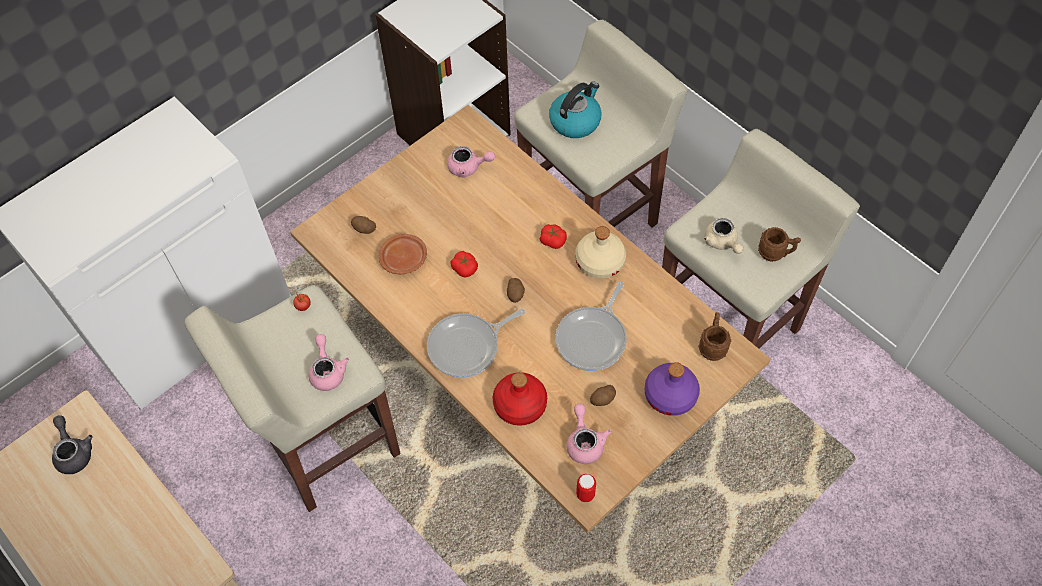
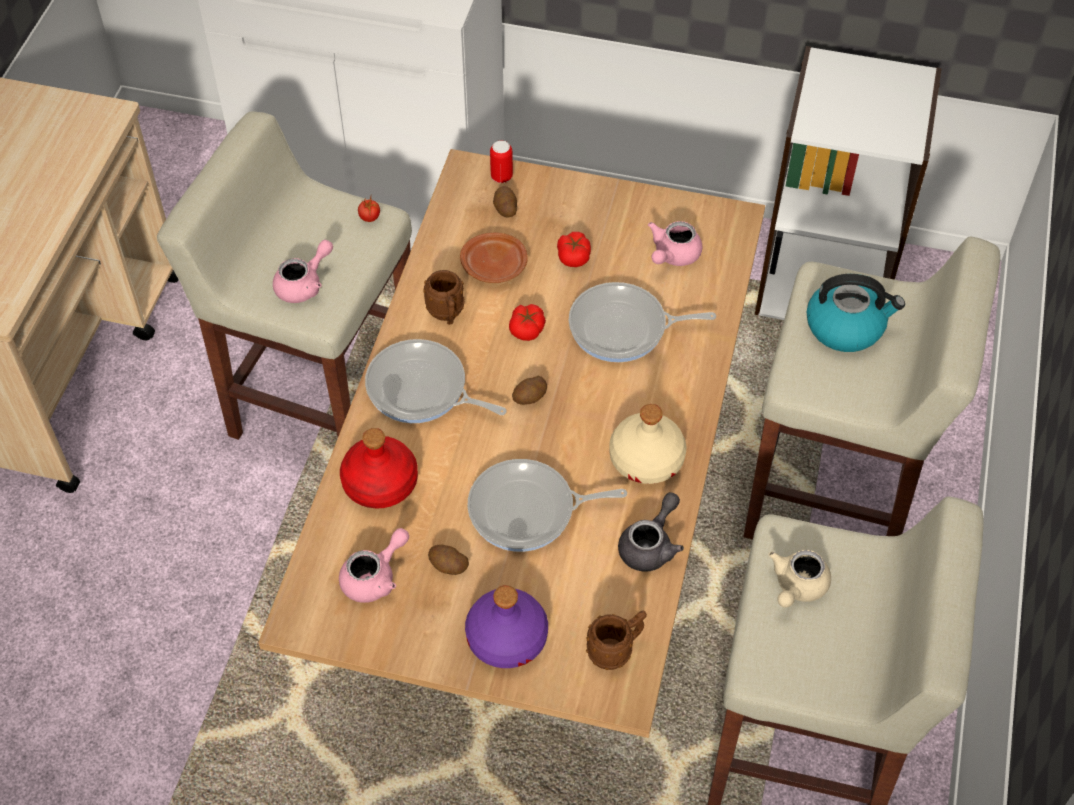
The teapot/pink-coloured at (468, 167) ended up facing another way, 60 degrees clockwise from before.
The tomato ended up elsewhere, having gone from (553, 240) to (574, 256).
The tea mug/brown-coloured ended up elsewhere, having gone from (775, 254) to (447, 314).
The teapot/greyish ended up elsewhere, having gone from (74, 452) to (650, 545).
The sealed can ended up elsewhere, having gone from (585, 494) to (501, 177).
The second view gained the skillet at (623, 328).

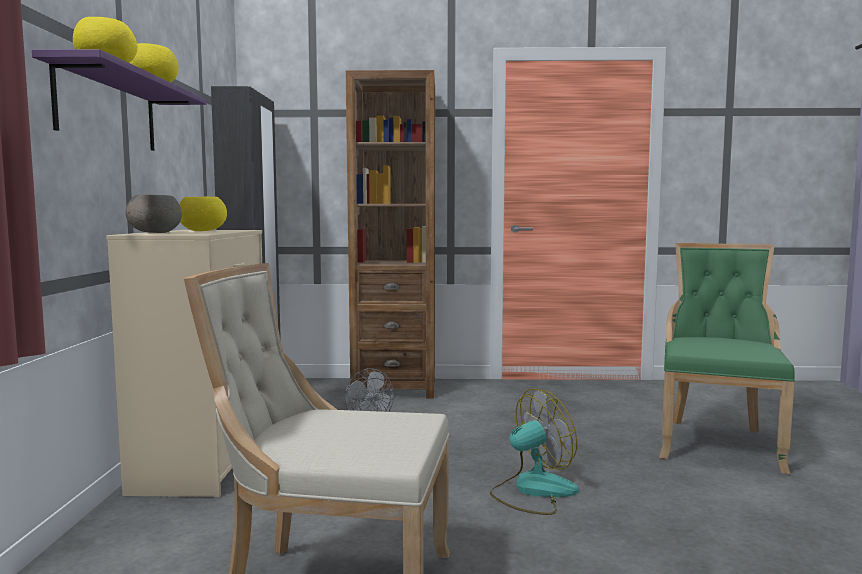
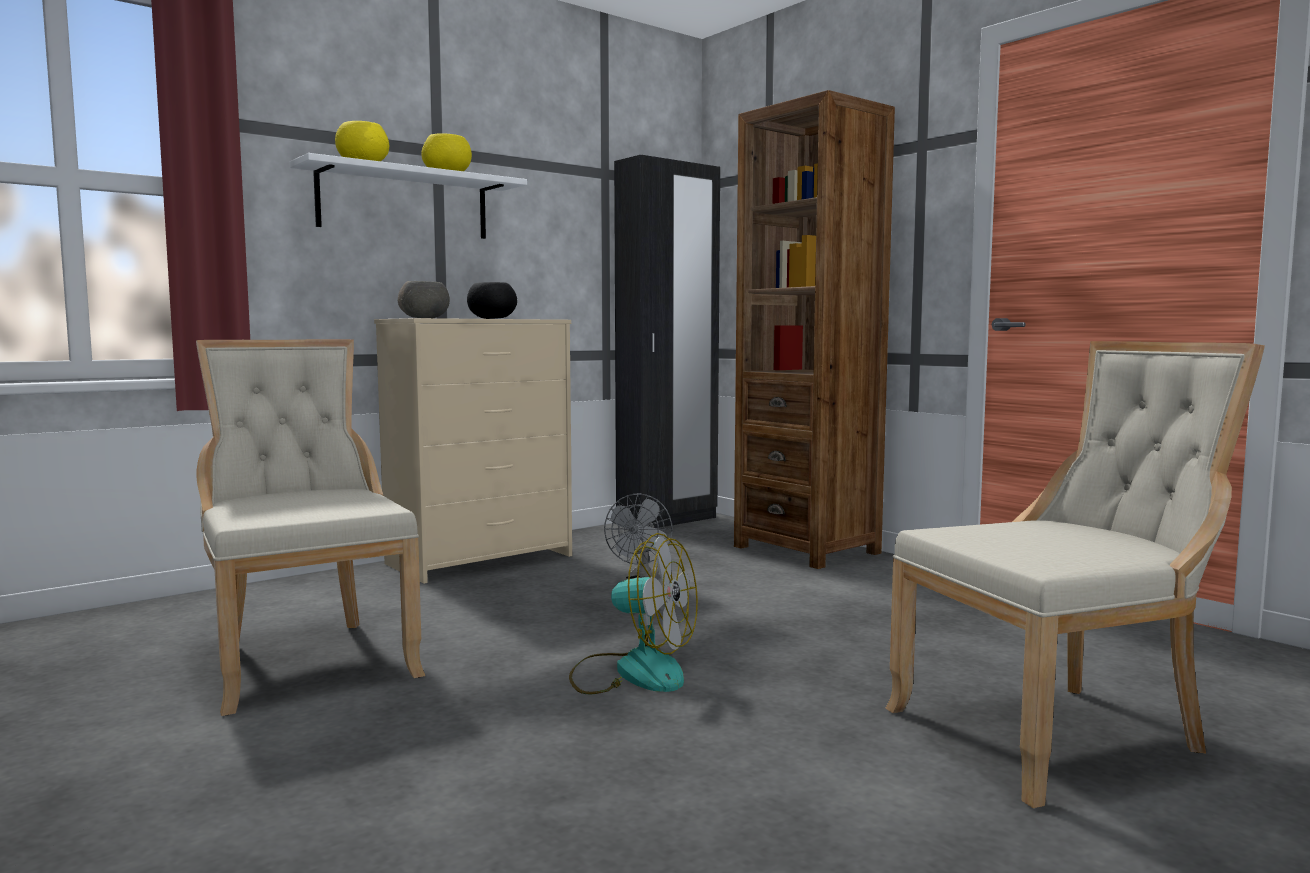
What was the shelf/purplish at (108, 110) turned into the shelf/whitish at (404, 203).
What was the serving bowl/yellow at (202, 231) turned into the serving bowl/black-coloured at (491, 318).
What was the chair/green at (718, 443) turned into the chair/beige-coloured at (1057, 734).

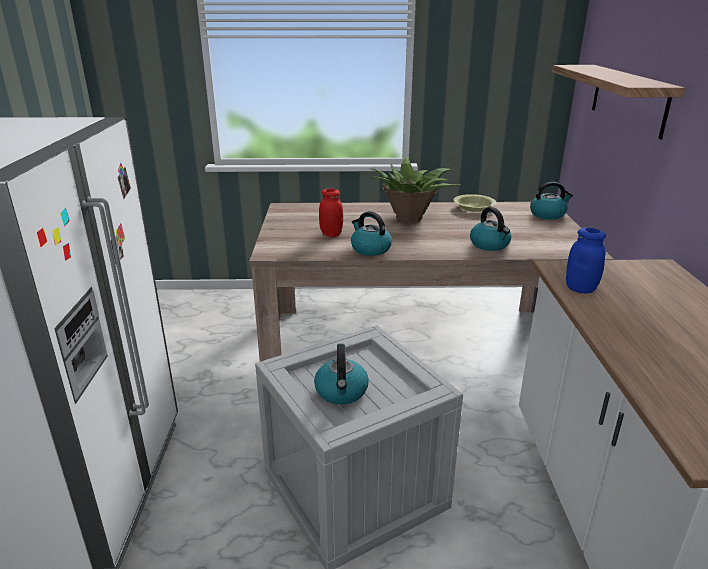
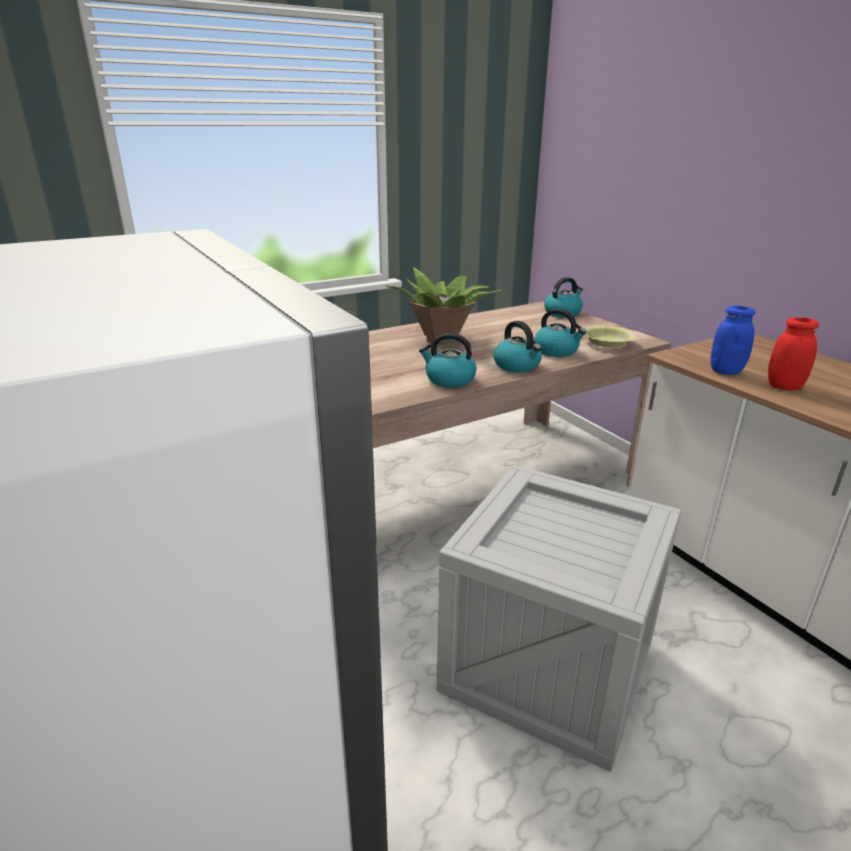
The second view lost the shelf at (628, 99).
The preserve jar/reddish ended up elsewhere, having gone from (331, 234) to (784, 386).
The serving bowl/yellow ended up elsewhere, having gone from (474, 208) to (607, 343).
The kettle ended up elsewhere, having gone from (341, 392) to (517, 366).

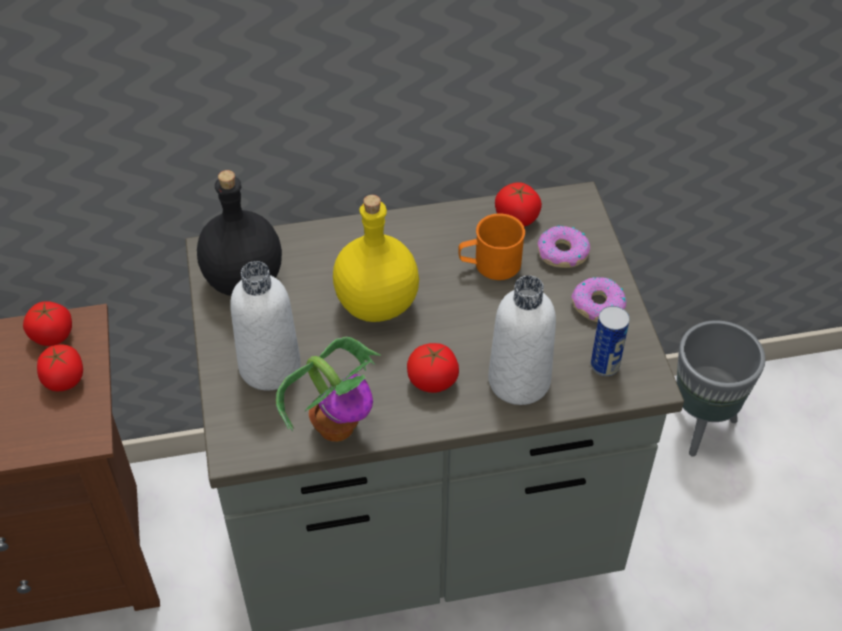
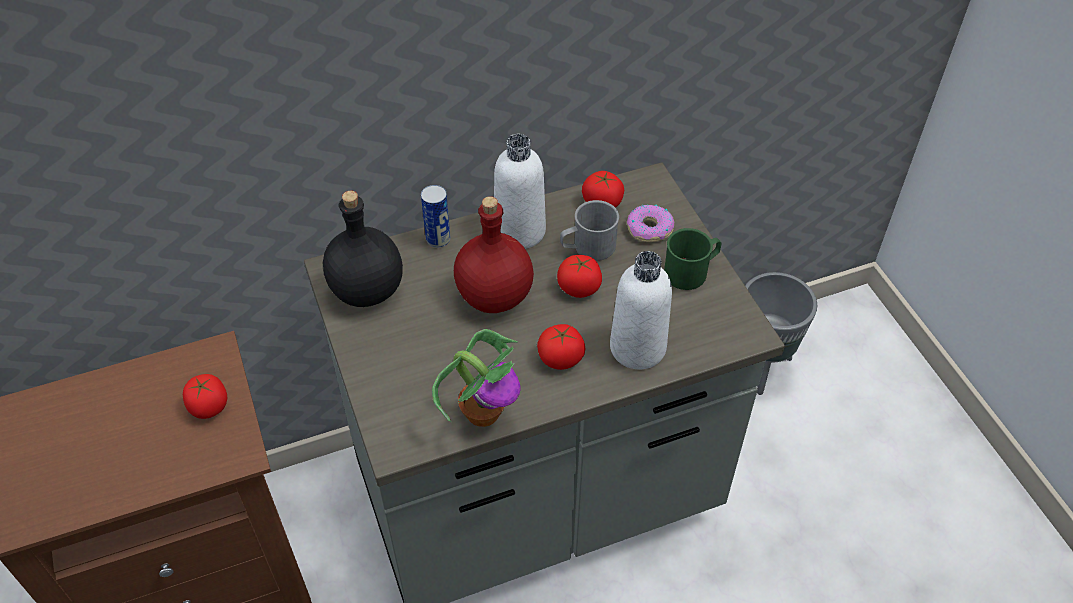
What was the bottle/yellow at (375, 304) turned into the bottle/reddish at (493, 296).
What was the tea mug/orange-coloured at (490, 264) turned into the tea mug/greyish at (588, 247).
The bottle/whitish ended up elsewhere, having gone from (270, 367) to (519, 231).
Where the doughnut stood at (598, 305), the tea mug/green came to stand at (691, 271).
The tomato ended up elsewhere, having gone from (52, 335) to (579, 288).
The sealed can ended up elsewhere, having gone from (605, 365) to (438, 239).

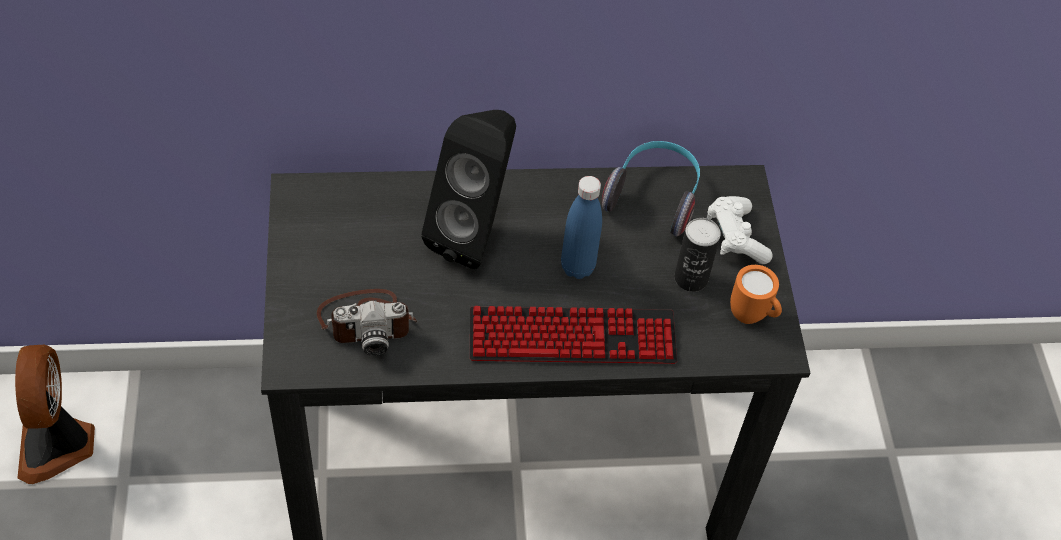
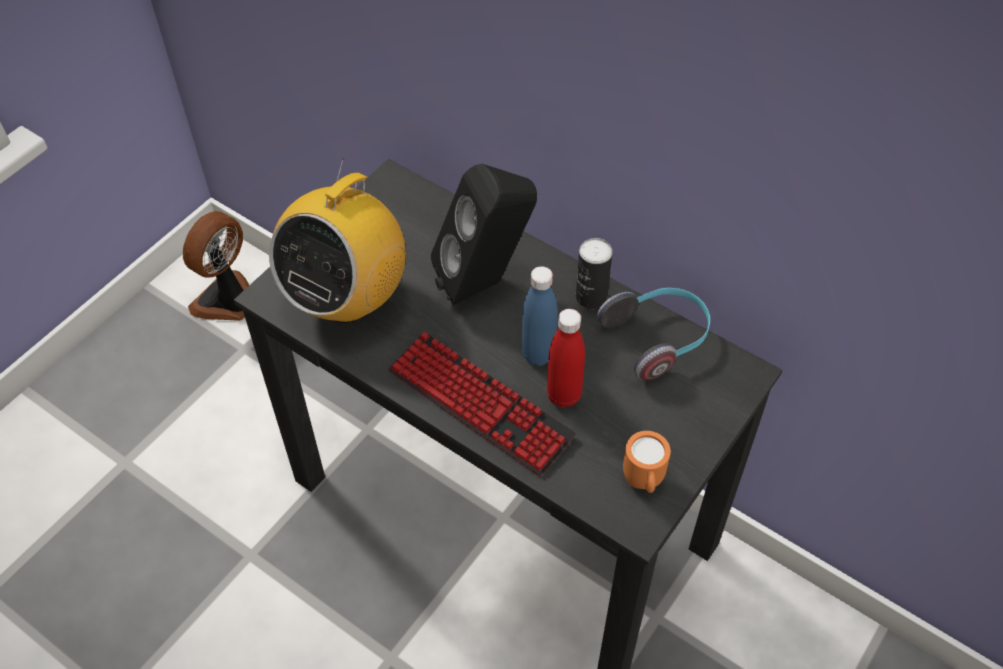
The second view lost the gamepad/whitish at (735, 238).
The sealed can ended up elsewhere, having gone from (691, 278) to (591, 297).
Where the photo camera stood at (367, 321), the radio set came to stand at (347, 297).
The second view gained the bottle/reddish at (564, 395).

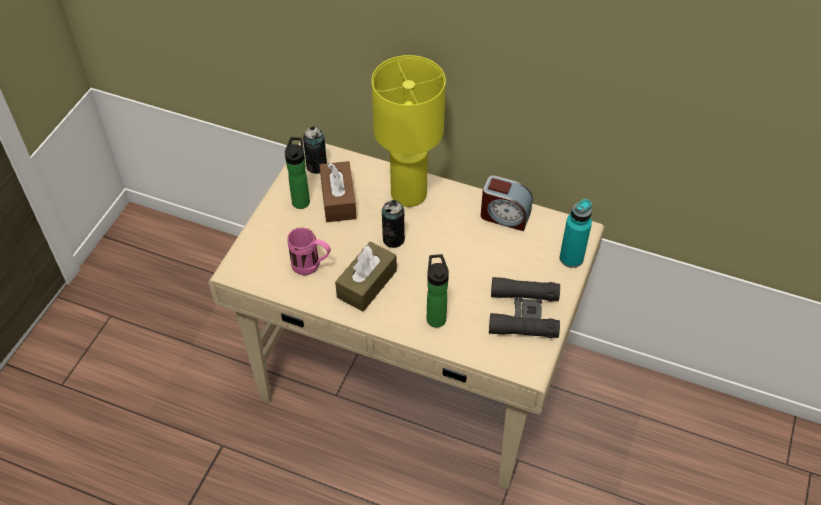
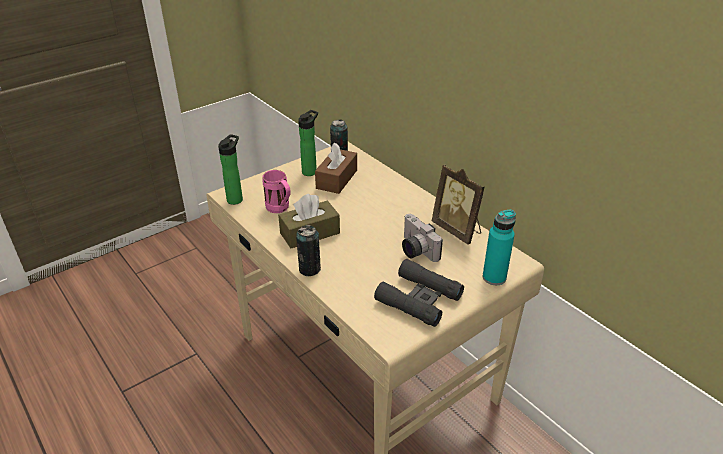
The second view lost the tabletop lamp/yellow at (409, 194).
Where the bedside clock stood at (504, 216), the photo frame came to stand at (457, 230).
The sealed can ended up elsewhere, having gone from (393, 239) to (309, 269).
The bottle ended up elsewhere, having gone from (435, 316) to (236, 199).
The second view gained the photo camera at (415, 250).

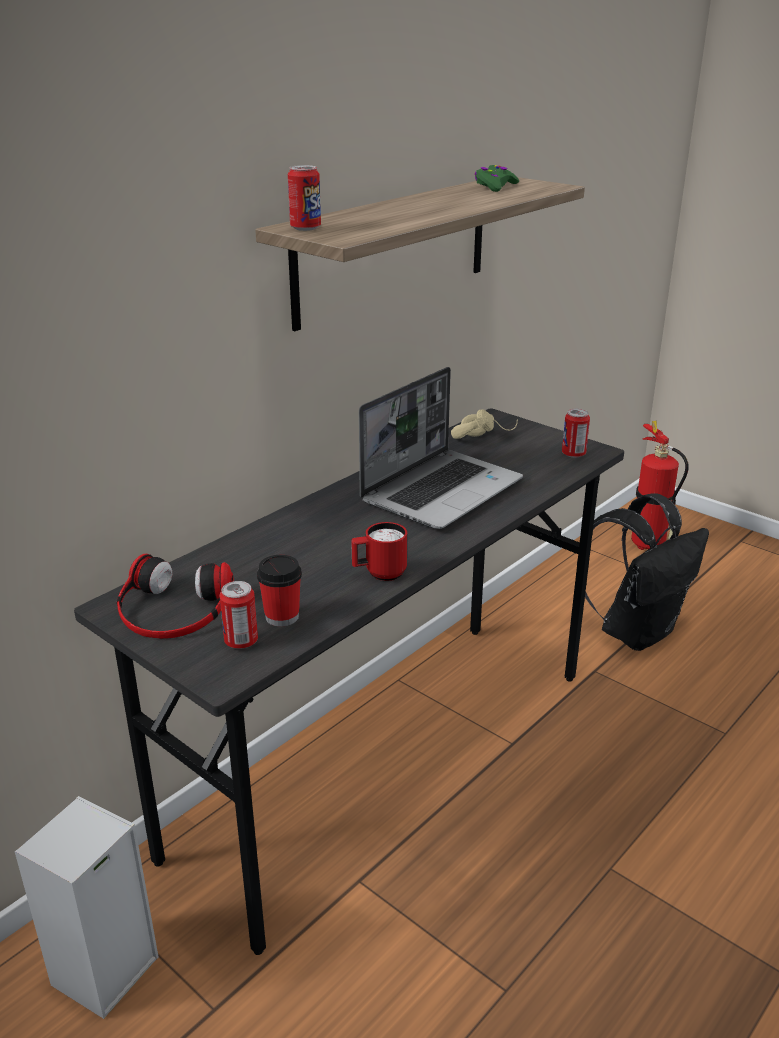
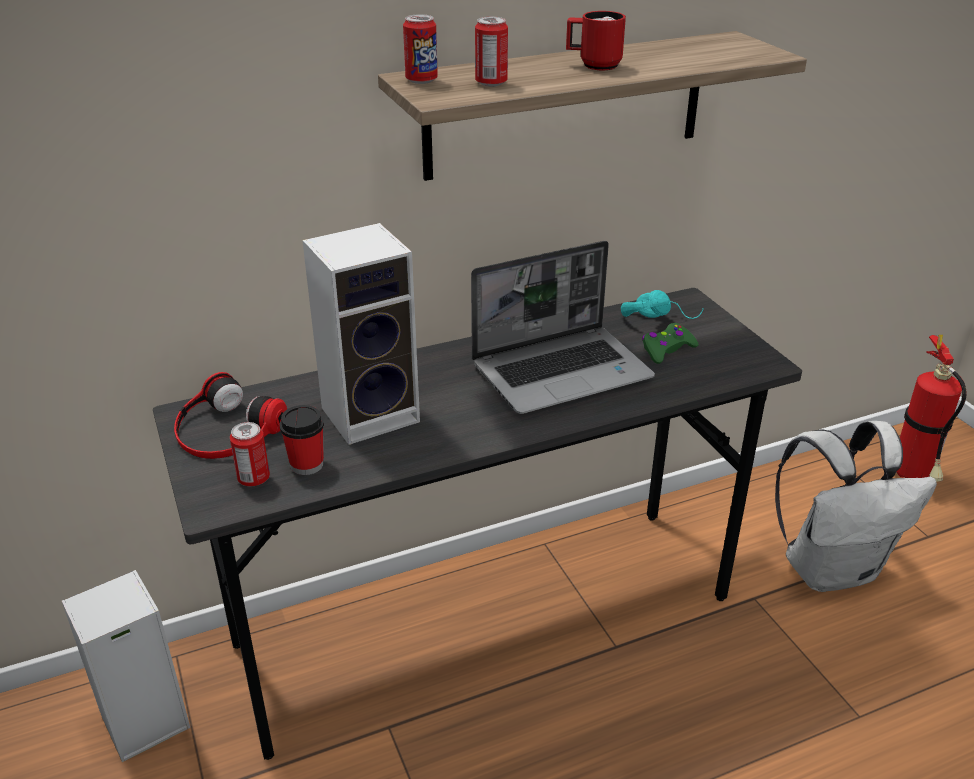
The gamepad/green ended up elsewhere, having gone from (495, 186) to (667, 349).
What was the pair of headphones/beige-coloured at (482, 434) turned into the pair of headphones/turquoise at (658, 317).
The sealed can ended up elsewhere, having gone from (573, 454) to (491, 83).
What was the knapsack/black-coloured at (636, 631) turned into the knapsack/whitish at (831, 568).
The tea mug/reddish ended up elsewhere, having gone from (379, 574) to (593, 65).
The second view gained the audio speaker at (373, 413).

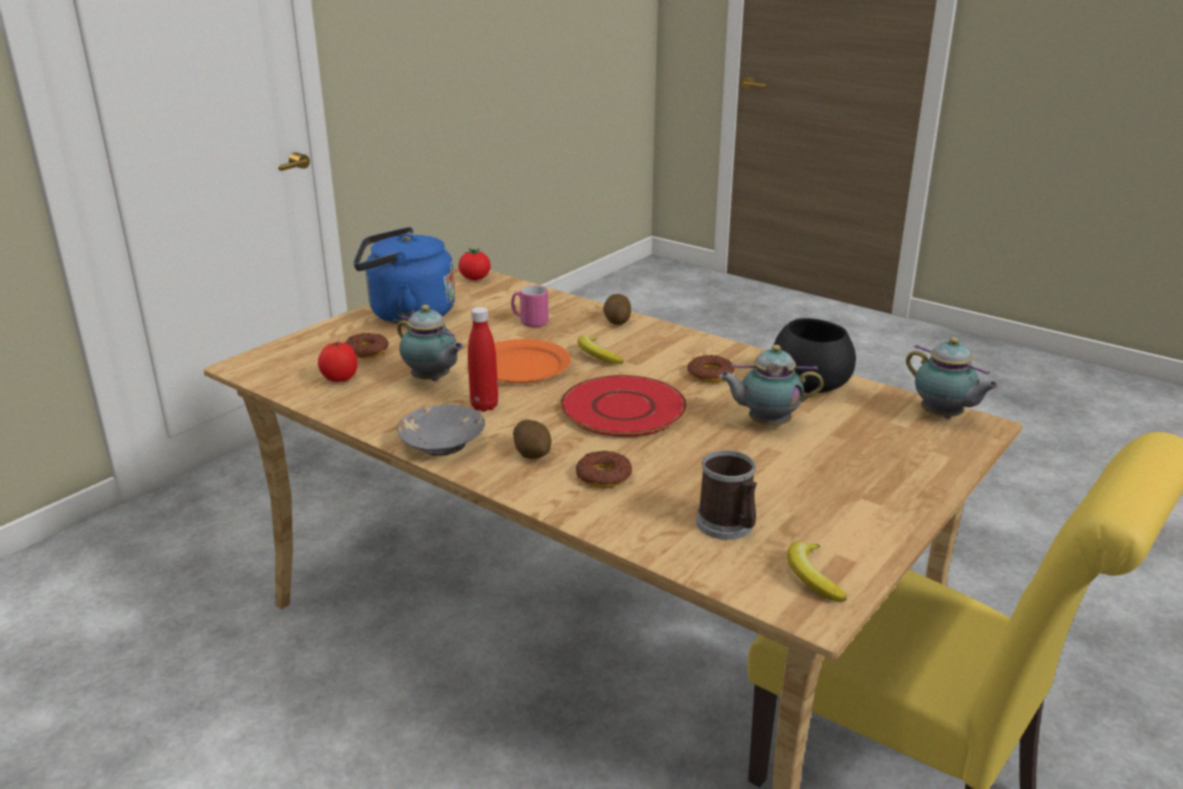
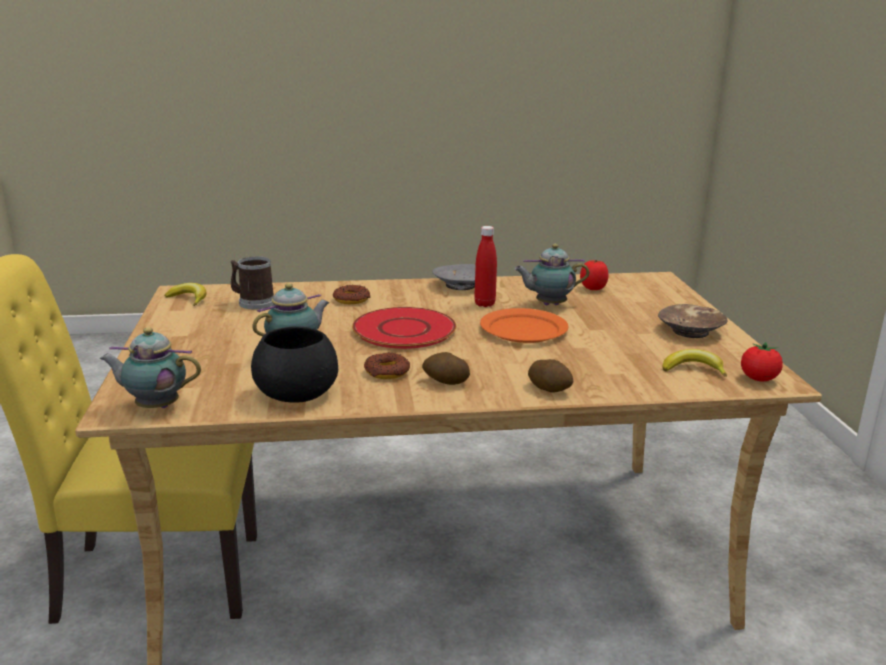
Where the kettle/bluish stood at (406, 314), the serving bowl/brown-coloured came to stand at (691, 331).
The second view lost the tea mug/pink-coloured at (529, 322).
The second view lost the doughnut at (366, 351).
The banana fruit ended up elsewhere, having gone from (597, 355) to (693, 369).
The potato ended up elsewhere, having gone from (533, 453) to (445, 381).

